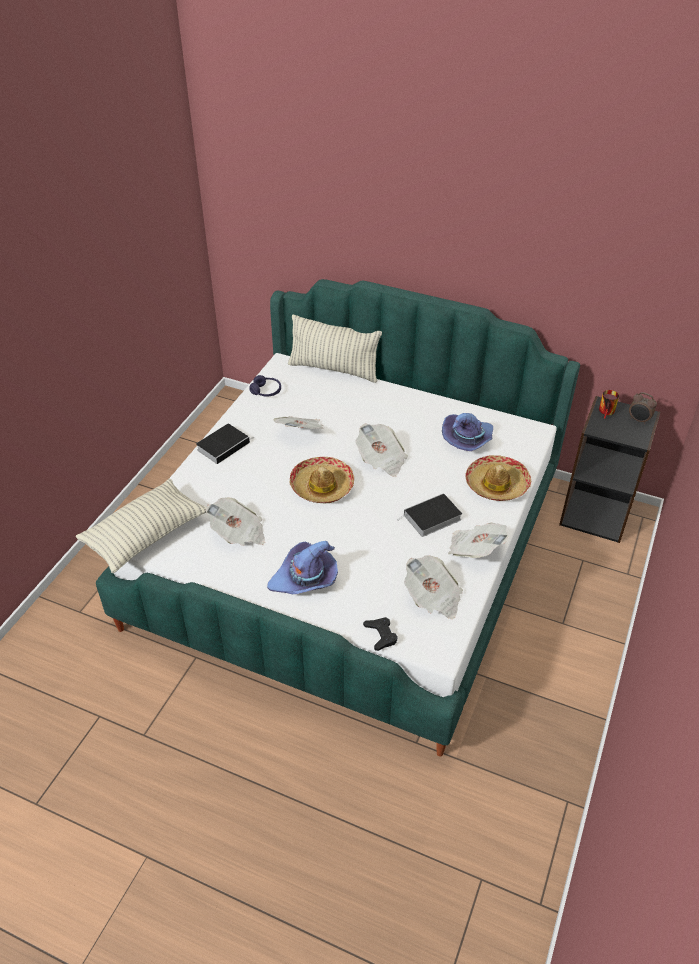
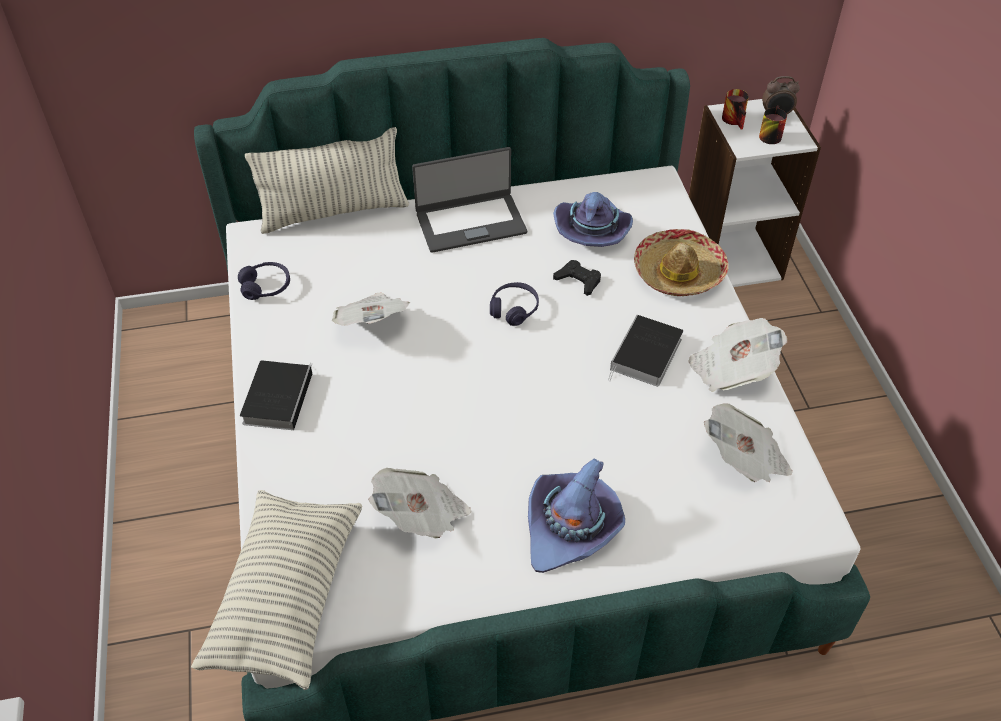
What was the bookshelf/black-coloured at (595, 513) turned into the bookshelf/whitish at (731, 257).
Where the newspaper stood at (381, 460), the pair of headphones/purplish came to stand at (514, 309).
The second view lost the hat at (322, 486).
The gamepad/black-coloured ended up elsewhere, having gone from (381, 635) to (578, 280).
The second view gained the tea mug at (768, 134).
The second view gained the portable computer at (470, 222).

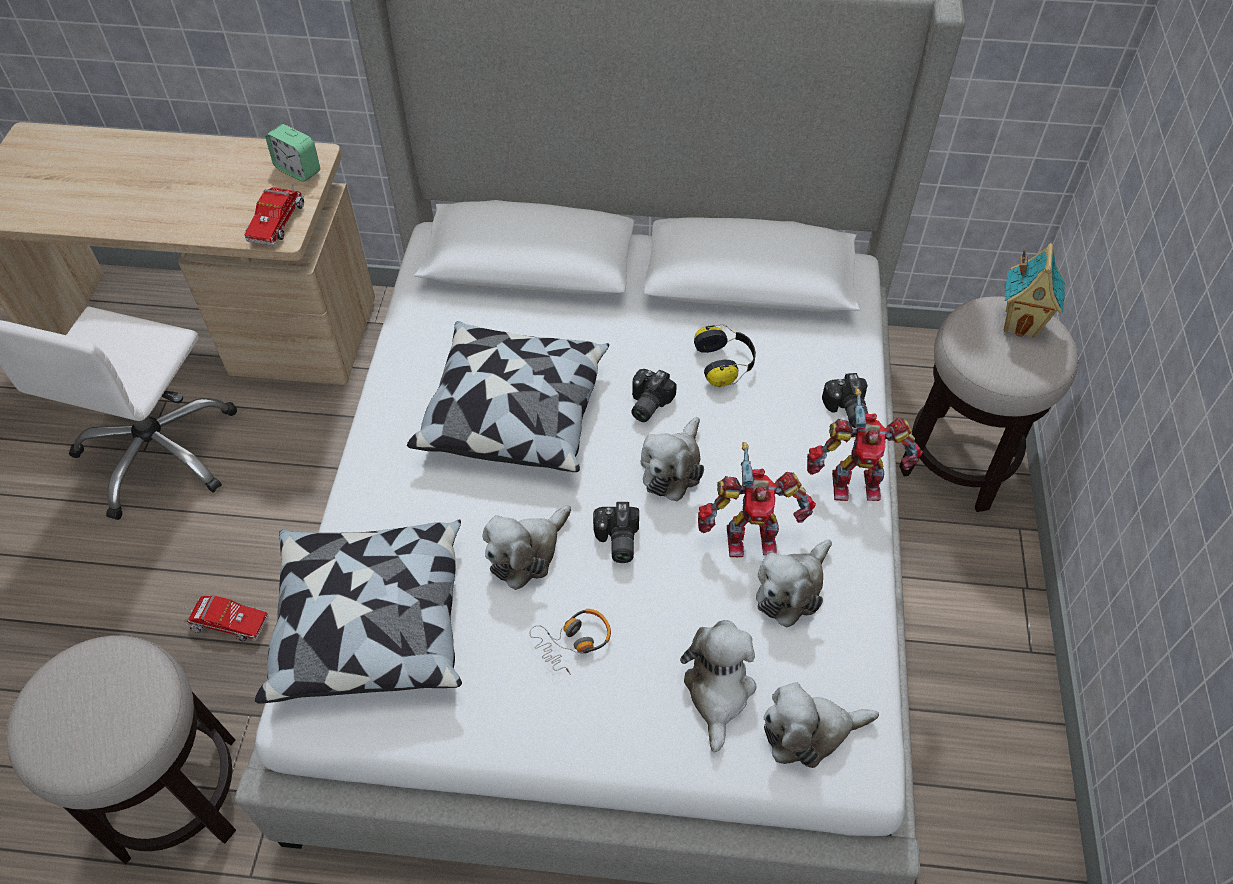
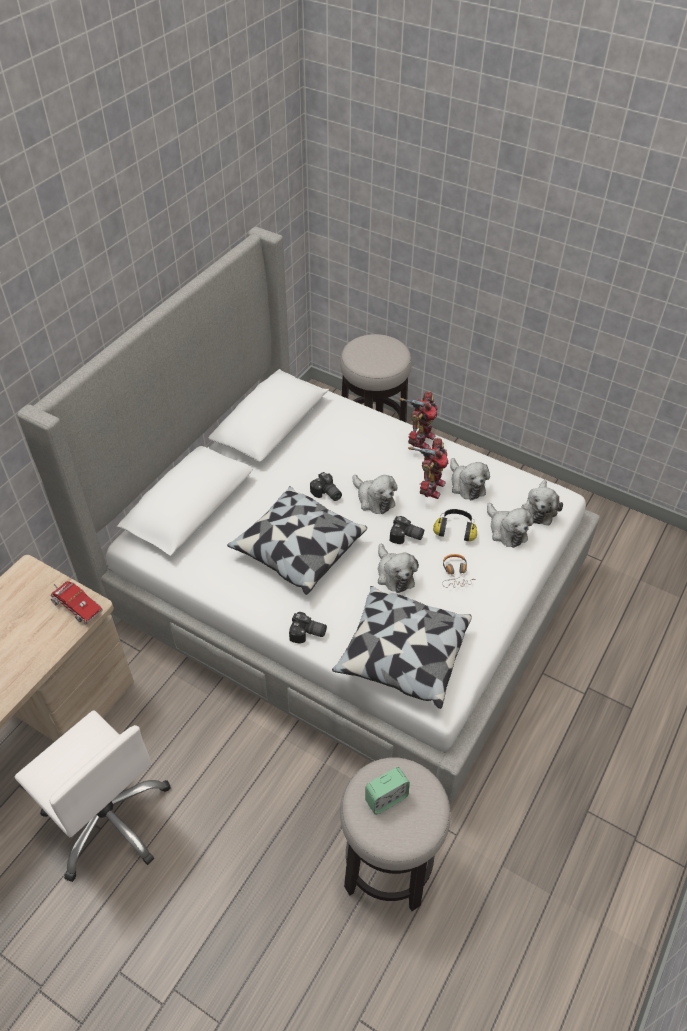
The bedside clock ended up elsewhere, having gone from (298, 170) to (386, 798).
The second view lost the toy house at (1021, 323).
The pair of headphones ended up elsewhere, having gone from (725, 364) to (455, 530).
The photo camera ended up elsewhere, having gone from (846, 410) to (307, 634).
The second view lost the toy truck at (226, 623).
The soft toy at (718, 690) ended up facing another way, 150 degrees counterclockwise from before.

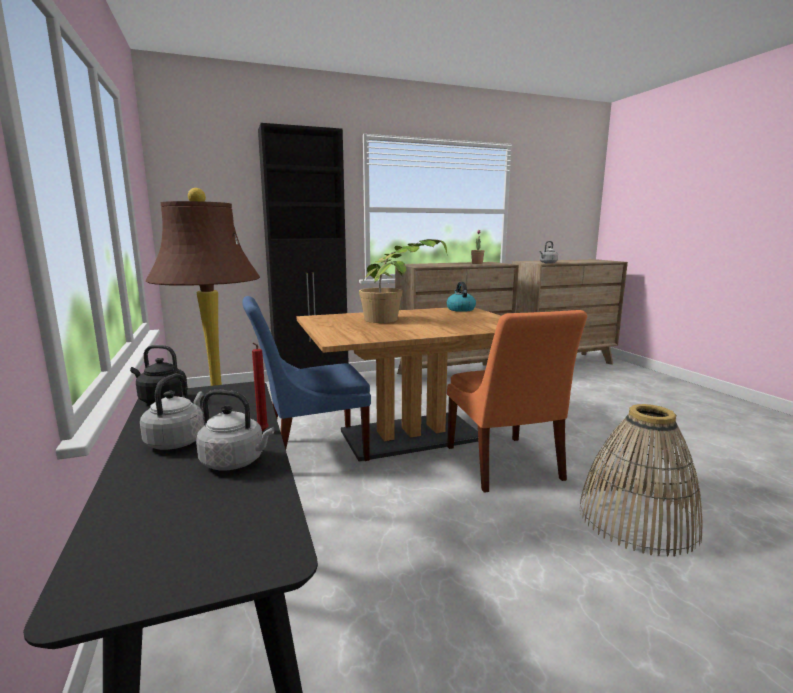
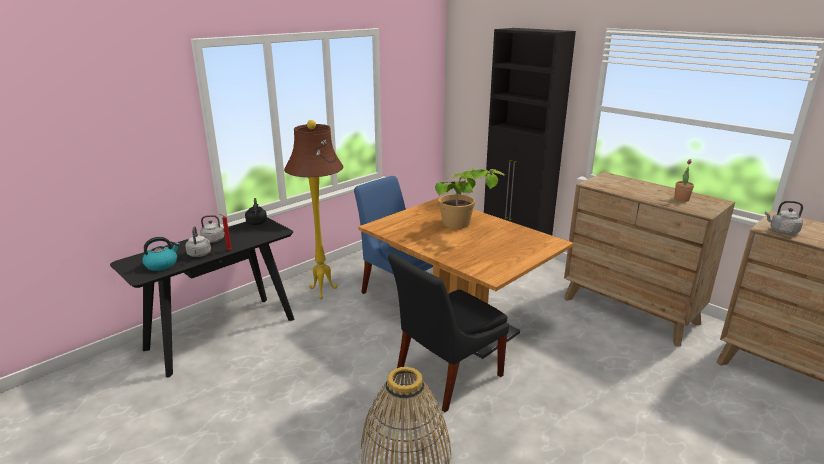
The kettle ended up elsewhere, having gone from (460, 309) to (162, 264).
What was the chair/orange-coloured at (504, 465) turned into the chair/black-coloured at (445, 376).

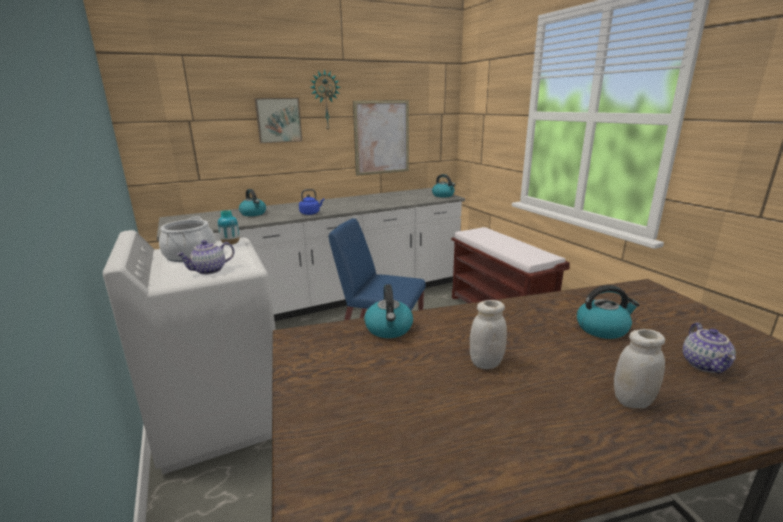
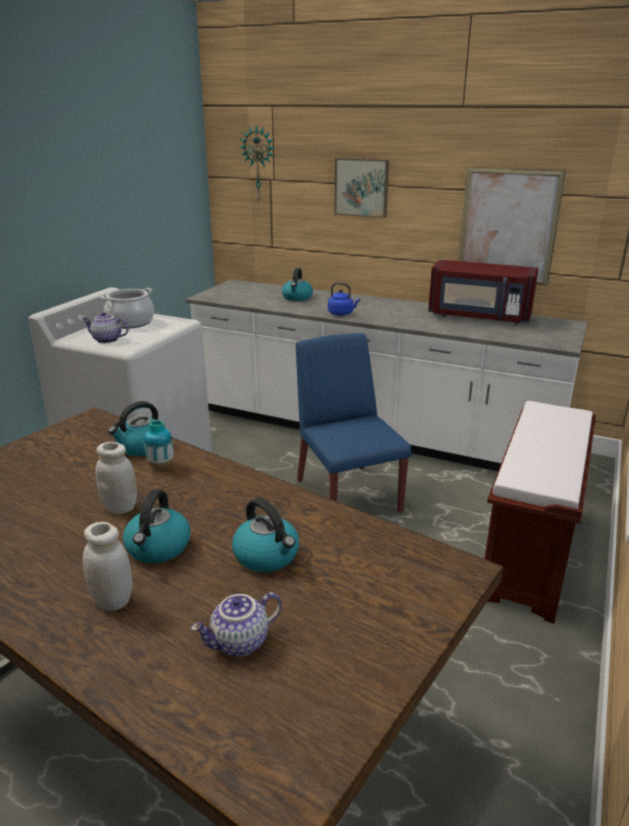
The clock on the wall ended up elsewhere, having gone from (325, 101) to (259, 164).
The kettle ended up elsewhere, having gone from (443, 195) to (158, 548).
The vase ended up elsewhere, having gone from (231, 244) to (161, 466).
The second view gained the microwave/reddish at (479, 316).

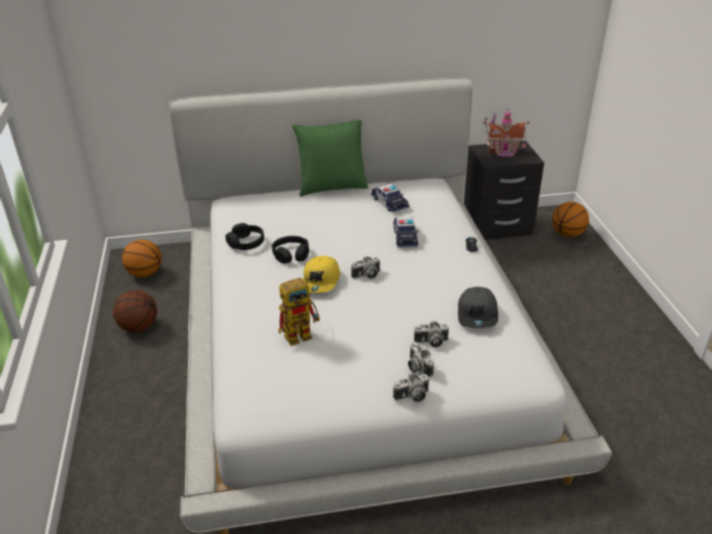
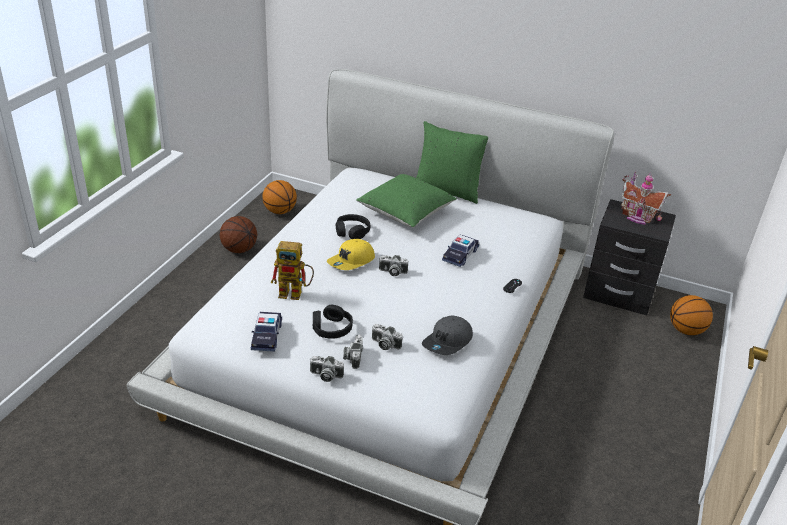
The model car ended up elsewhere, having gone from (389, 203) to (267, 336).
The pair of headphones/black-coloured ended up elsewhere, having gone from (246, 243) to (331, 328).
The second view gained the cushion/green at (405, 213).

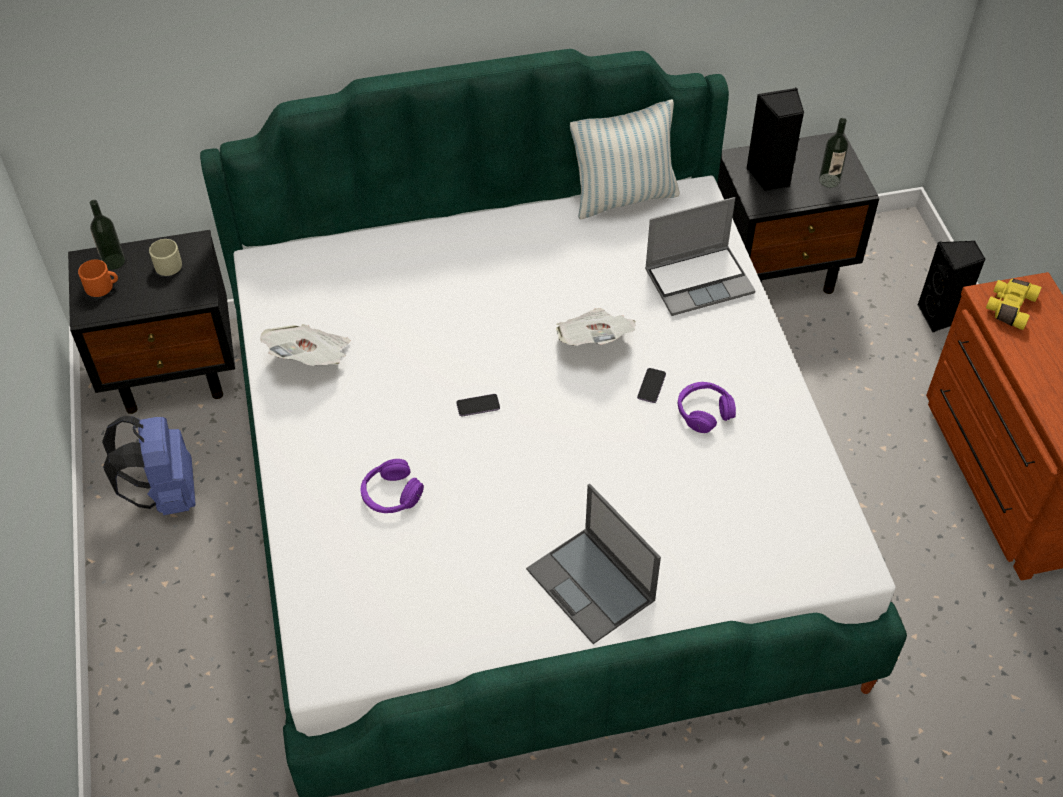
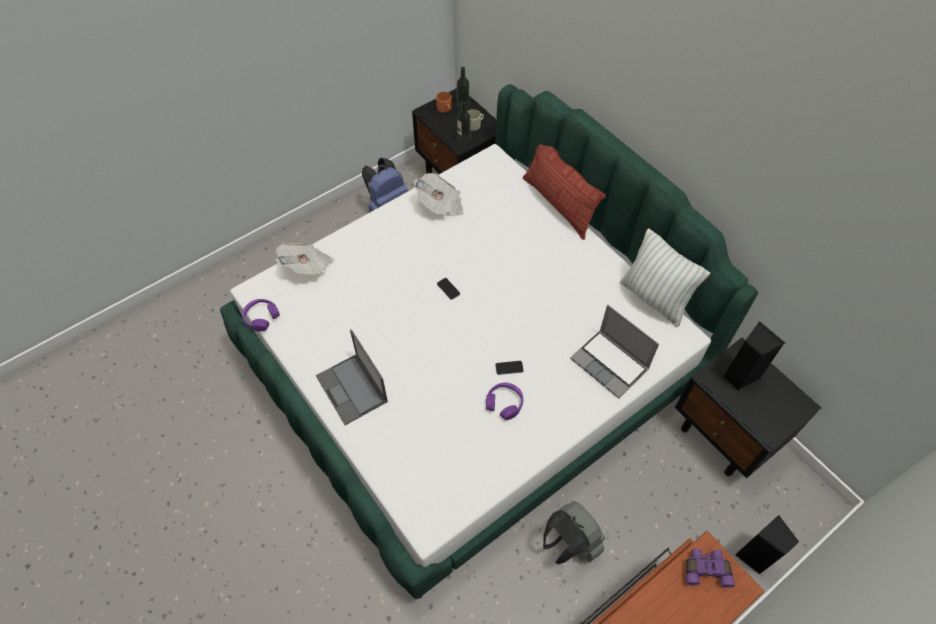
The bottle ended up elsewhere, having gone from (829, 180) to (464, 138).
What was the field glasses/yellow at (1009, 307) turned into the field glasses/purplish at (706, 569).
The newspaper ended up elsewhere, having gone from (594, 341) to (307, 266).
The pair of headphones/purplish ended up elsewhere, having gone from (391, 495) to (261, 317).
The portable computer at (592, 586) ended up facing another way, 60 degrees counterclockwise from before.
The second view gained the cushion at (558, 205).
The second view gained the knapsack/greyish at (569, 543).

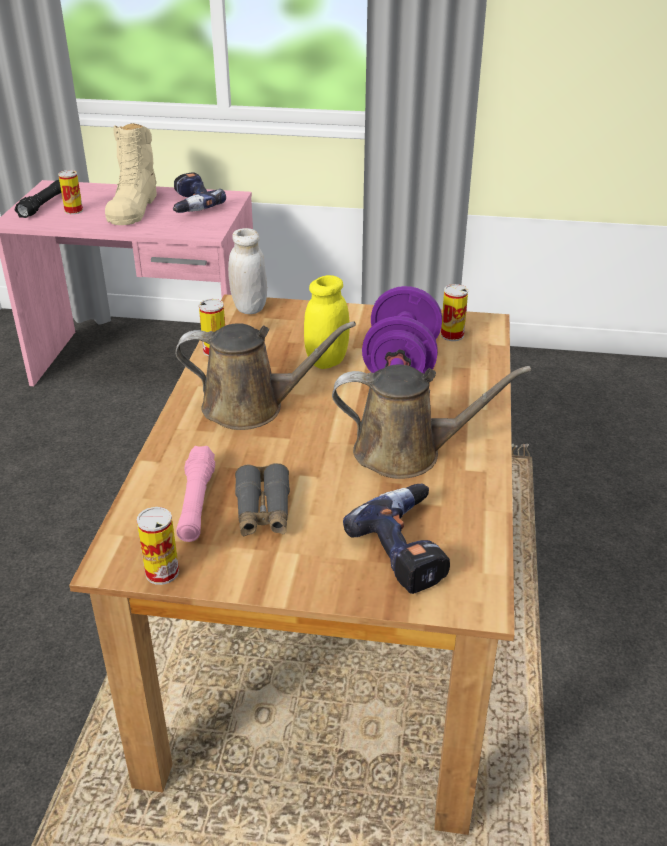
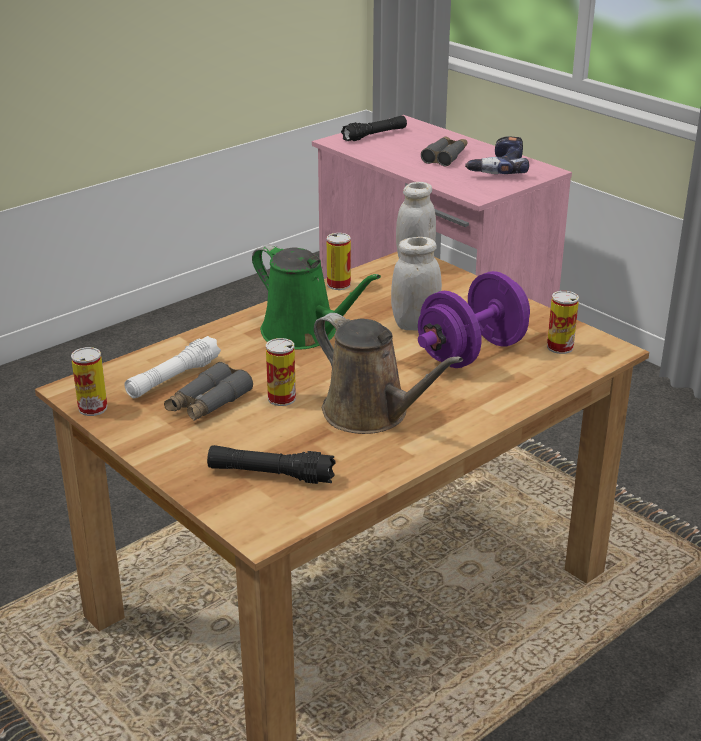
Where the tall boot/beige-coloured stood at (133, 207), the field glasses/greyish came to stand at (445, 156).
The sealed can ended up elsewhere, having gone from (74, 211) to (281, 398).
What was the preserve jar/yellow at (327, 361) turned into the preserve jar/whitish at (415, 325).
What was the sprinkling can/brown-coloured at (251, 407) turned into the sprinkling can/green at (304, 334).
What was the hand torch/pink-coloured at (196, 503) turned into the hand torch/whitish at (173, 378).
Where the electric drill stood at (410, 548), the hand torch/black-coloured came to stand at (270, 474).

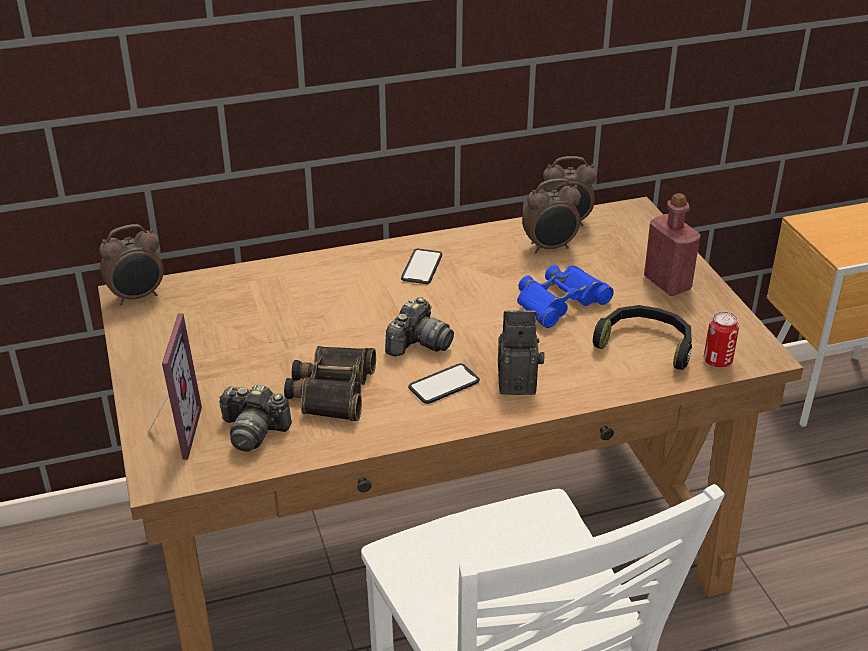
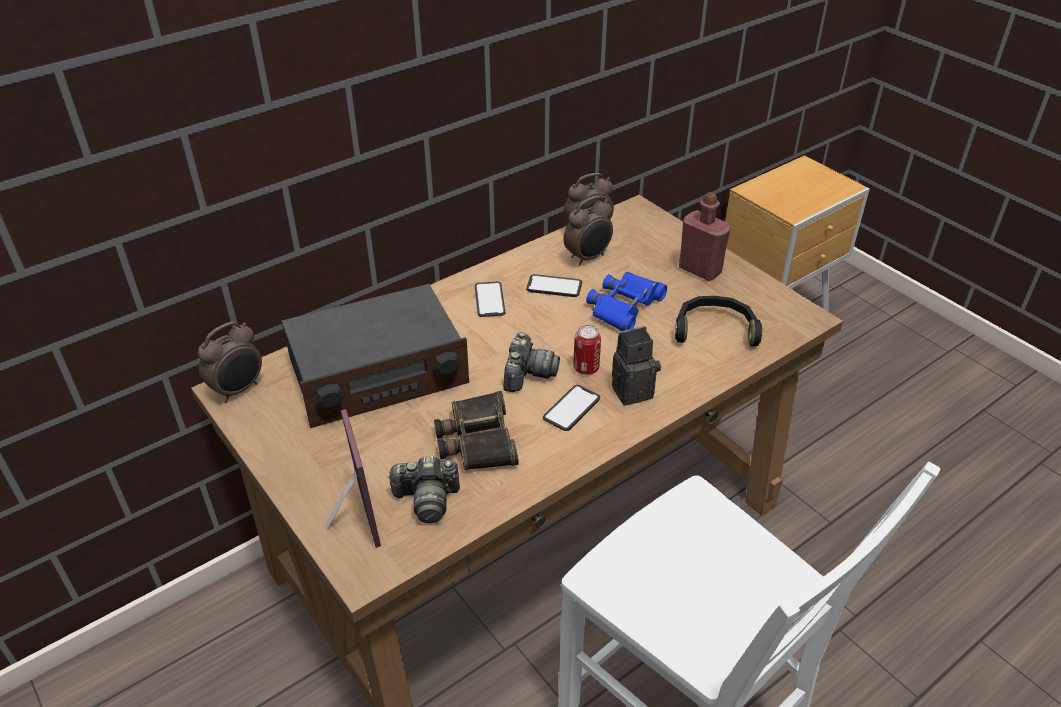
The sealed can ended up elsewhere, having gone from (717, 361) to (586, 368).
The second view gained the handset at (554, 286).
The second view gained the radio set at (377, 373).

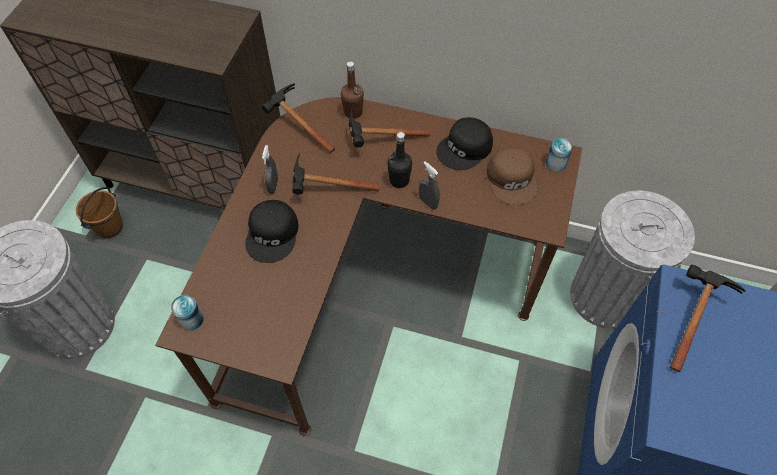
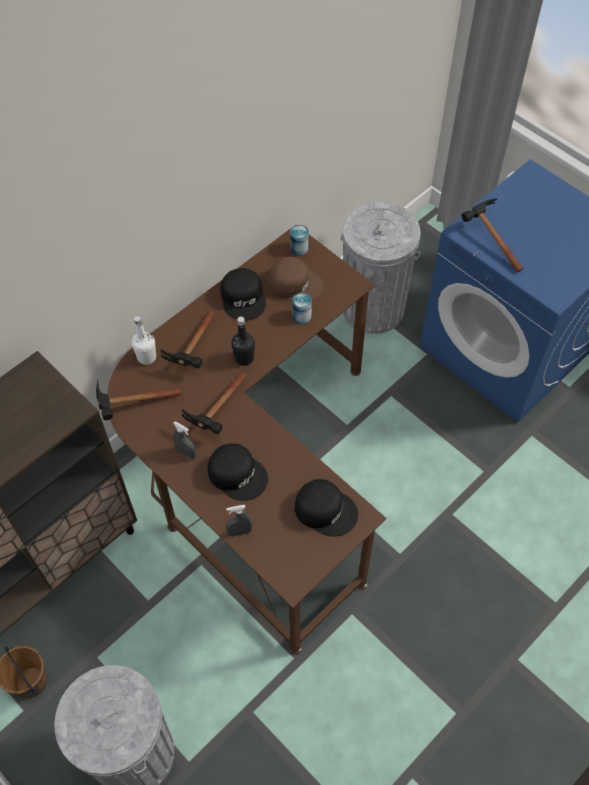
What was the bottle/brown-coloured at (353, 112) turned into the bottle/whitish at (147, 357).
The sprayer/greyish ended up elsewhere, having gone from (428, 202) to (240, 532).
The sealed can ended up elsewhere, having gone from (191, 319) to (301, 316).
The second view gained the cap/black-coloured at (326, 509).

